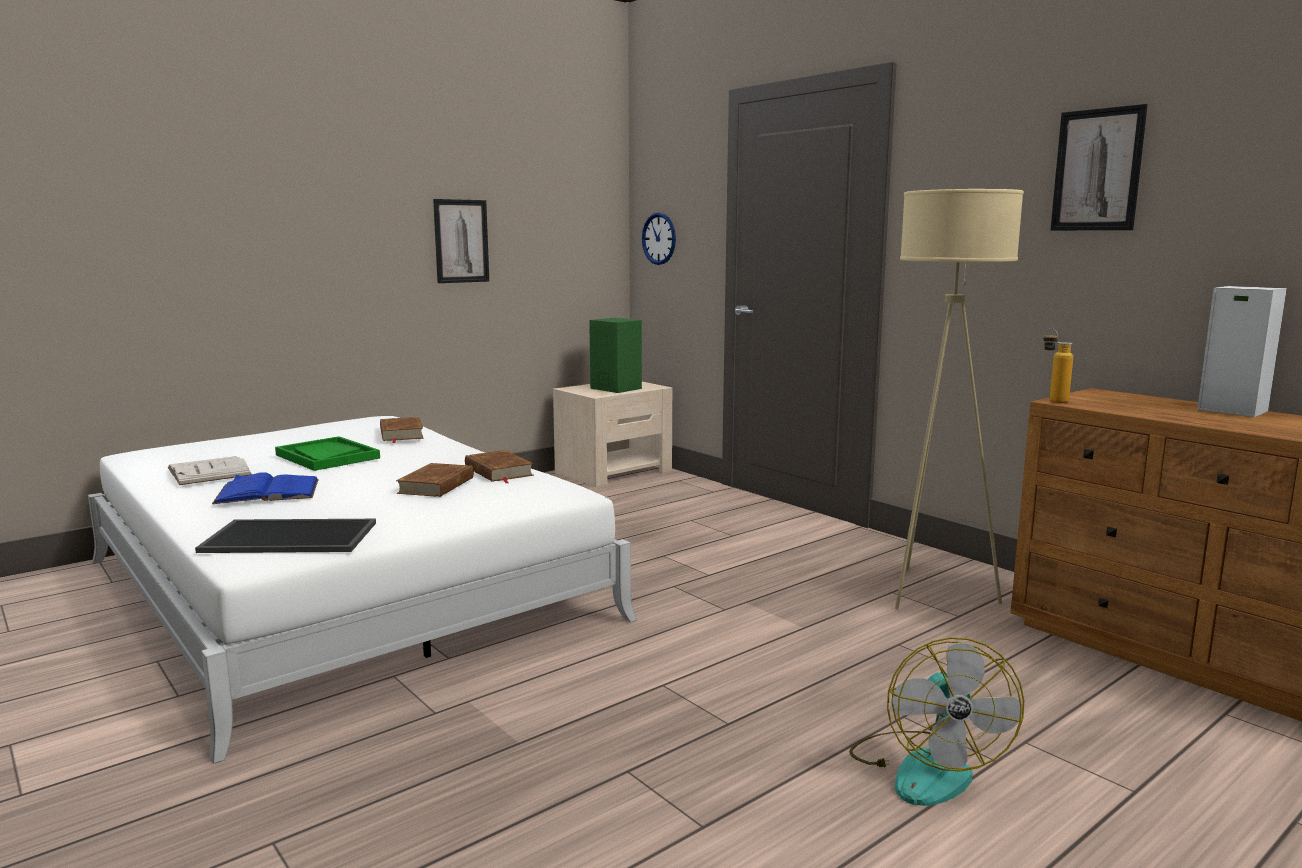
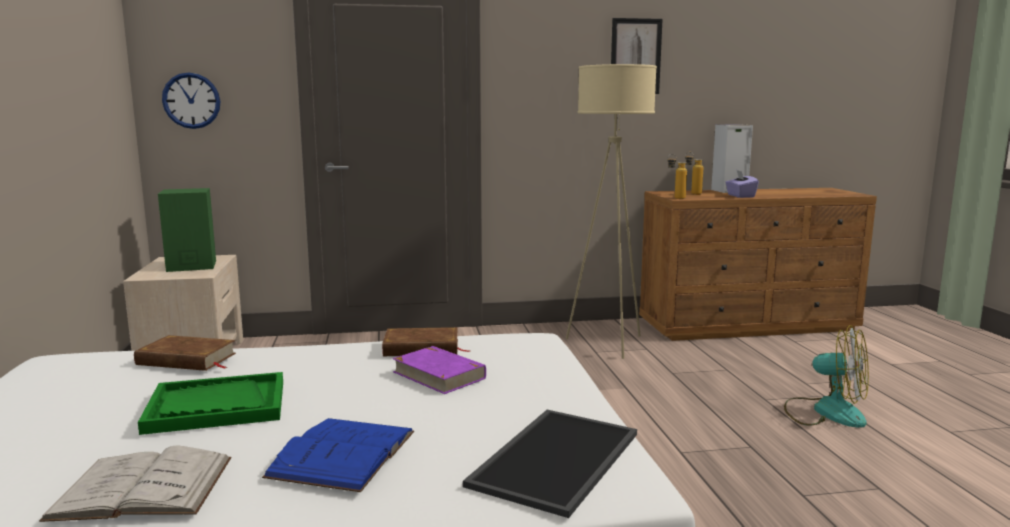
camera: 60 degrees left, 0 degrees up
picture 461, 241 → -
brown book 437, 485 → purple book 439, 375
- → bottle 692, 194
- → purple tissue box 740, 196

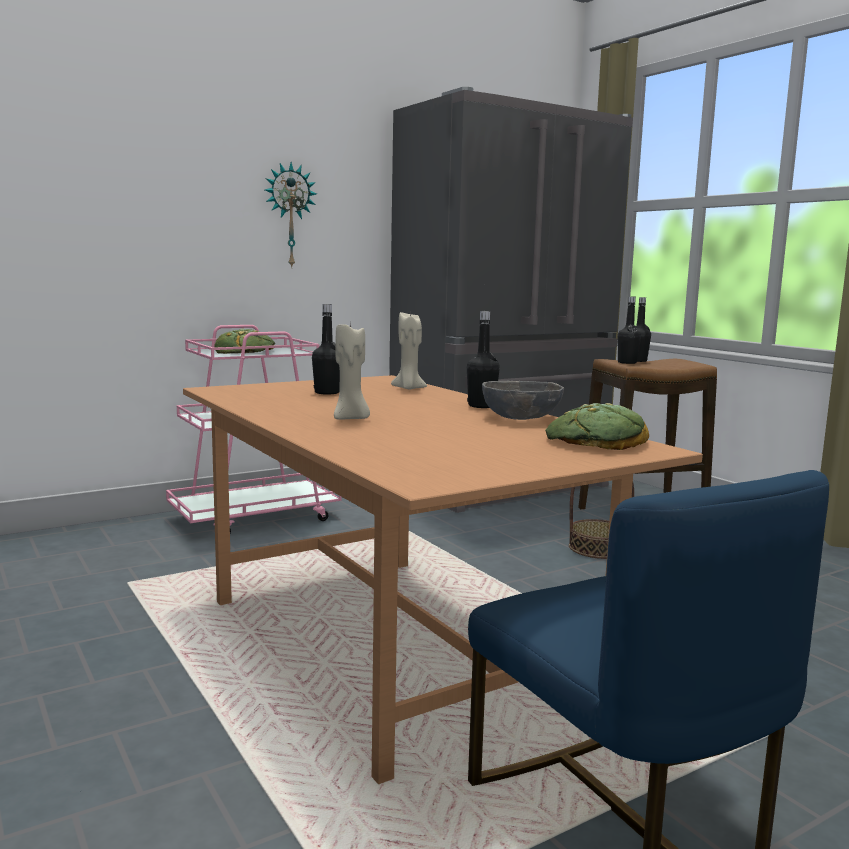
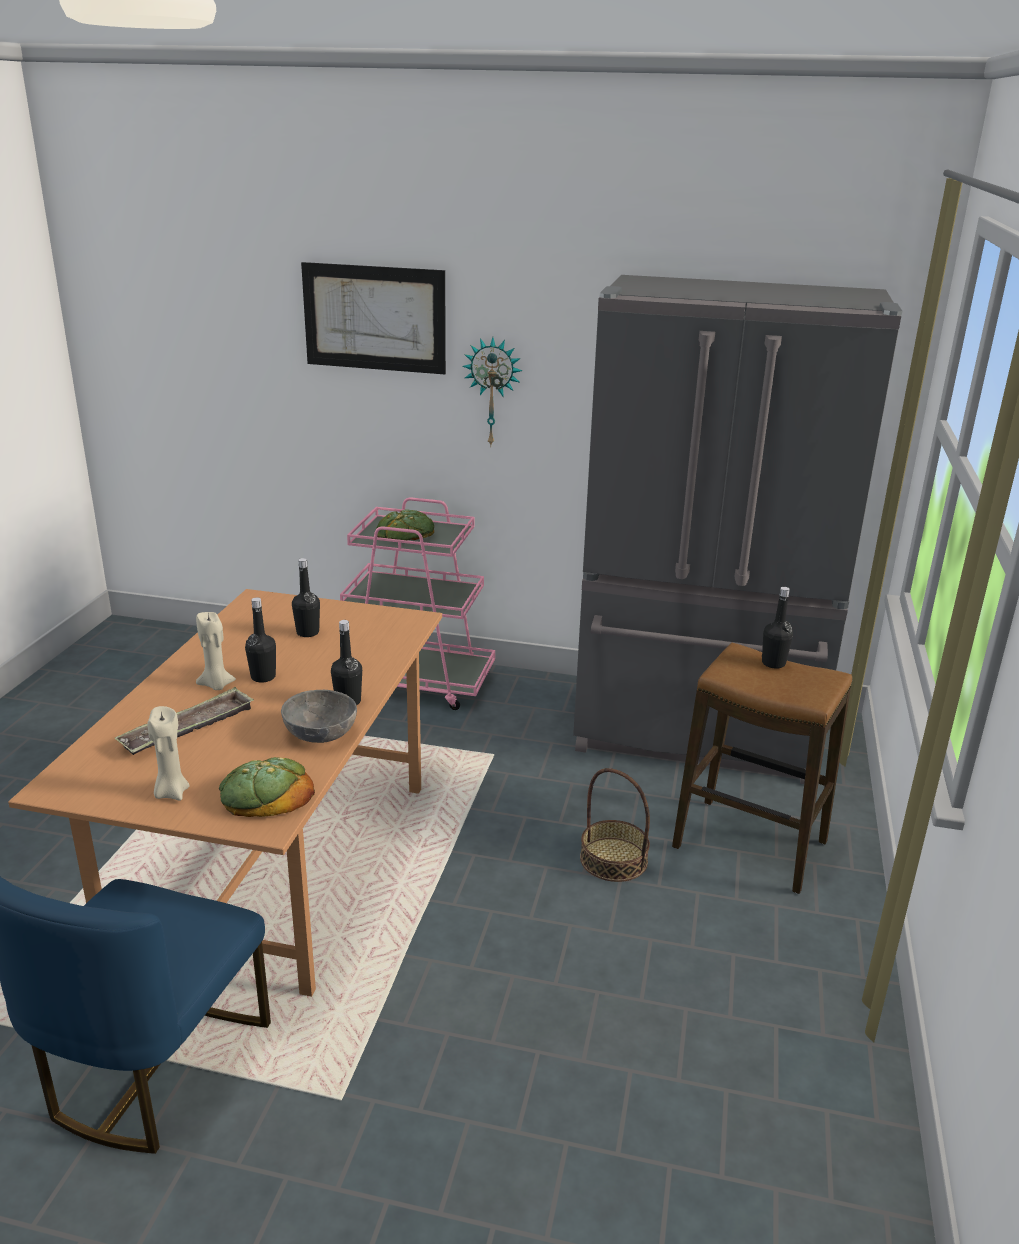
camera: 45 degrees right, 15 degrees up
black bottle 627, 362 → black bottle 263, 677, moved
beige candle 408, 389 → beige candle 171, 792, moved
- → picture 374, 318
- → tray 188, 728

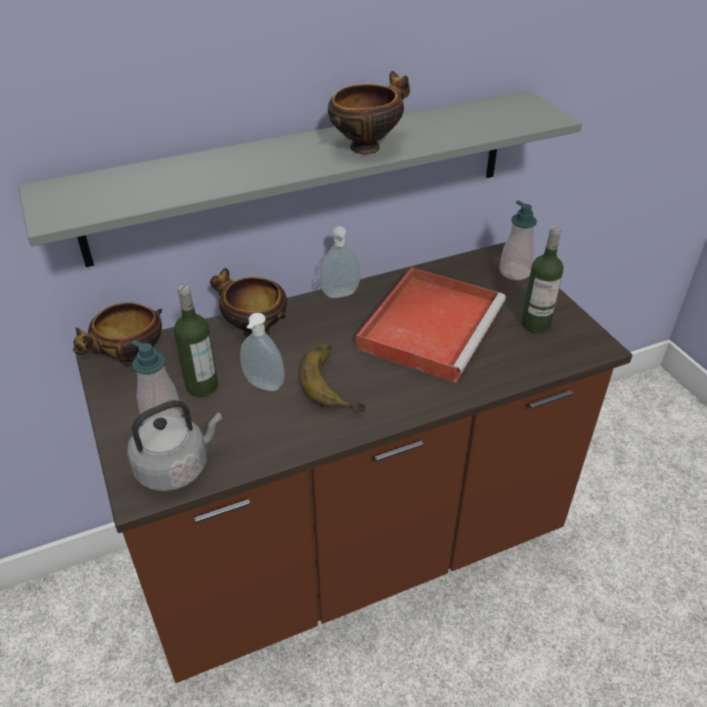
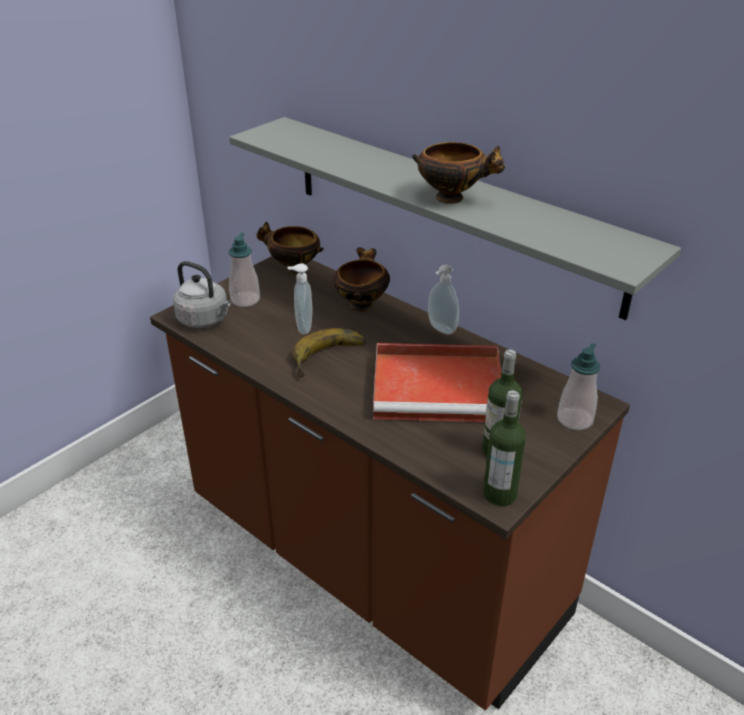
camera: 65 degrees right, 5 degrees down
bottle 202, 386 → bottle 499, 494, moved

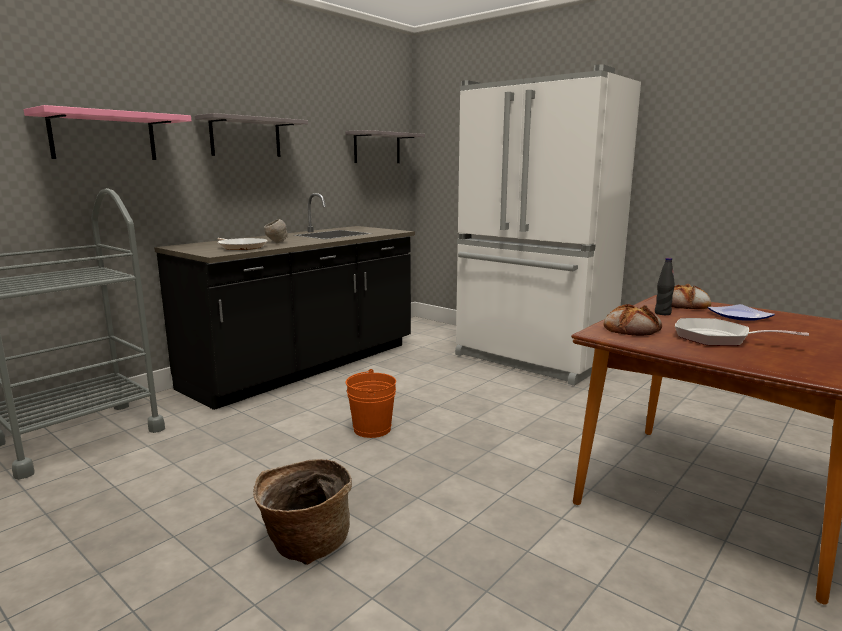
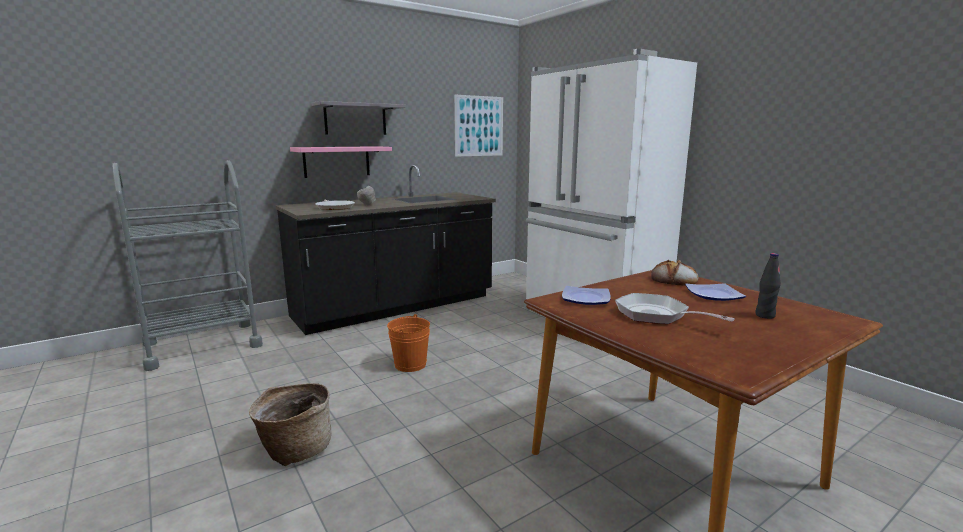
camera: 15 degrees right, 0 degrees up
pink shelf 103, 136 → pink shelf 337, 161, moved
grey shelf 377, 148 → picture 479, 126
black bottle 662, 313 → black bottle 765, 315, moved
bread 632, 328 → plate 586, 298

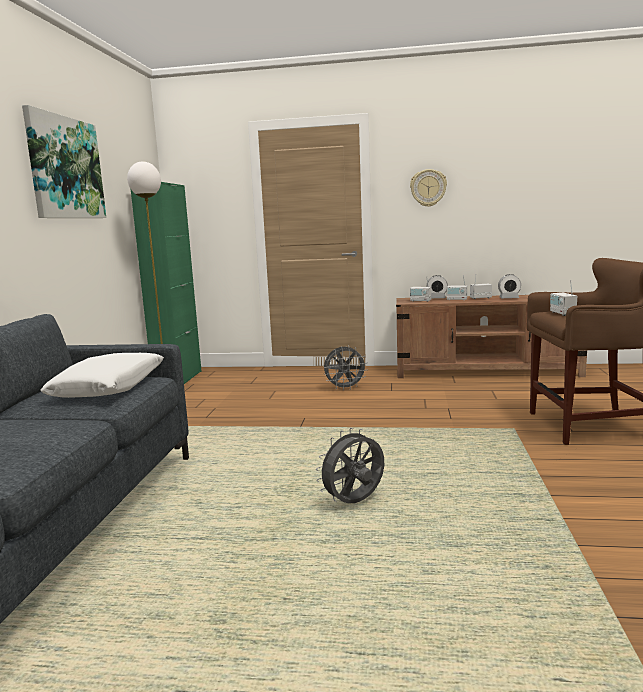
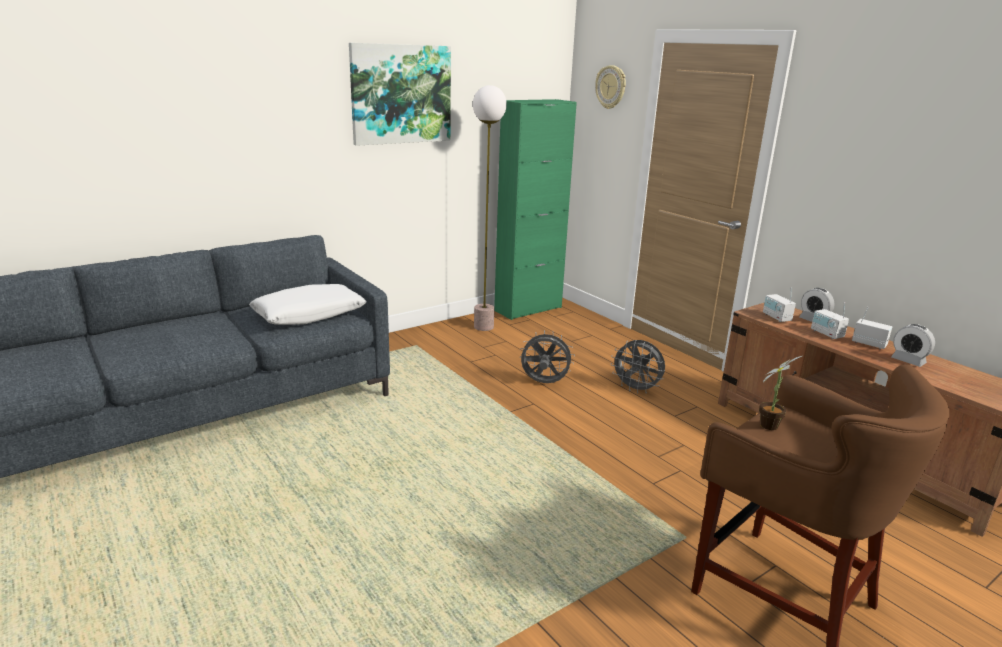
camera: 45 degrees right, 10 degrees up
wall clock 428, 188 → wall clock 611, 87, moved
radio 562, 313 → potted plant 770, 425
grey fan 354, 503 → grey fan 544, 383, moved

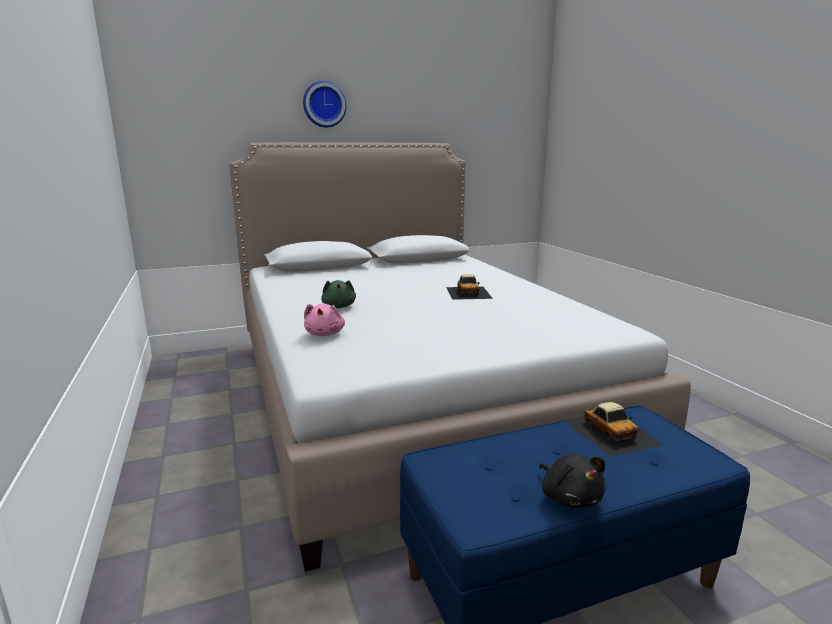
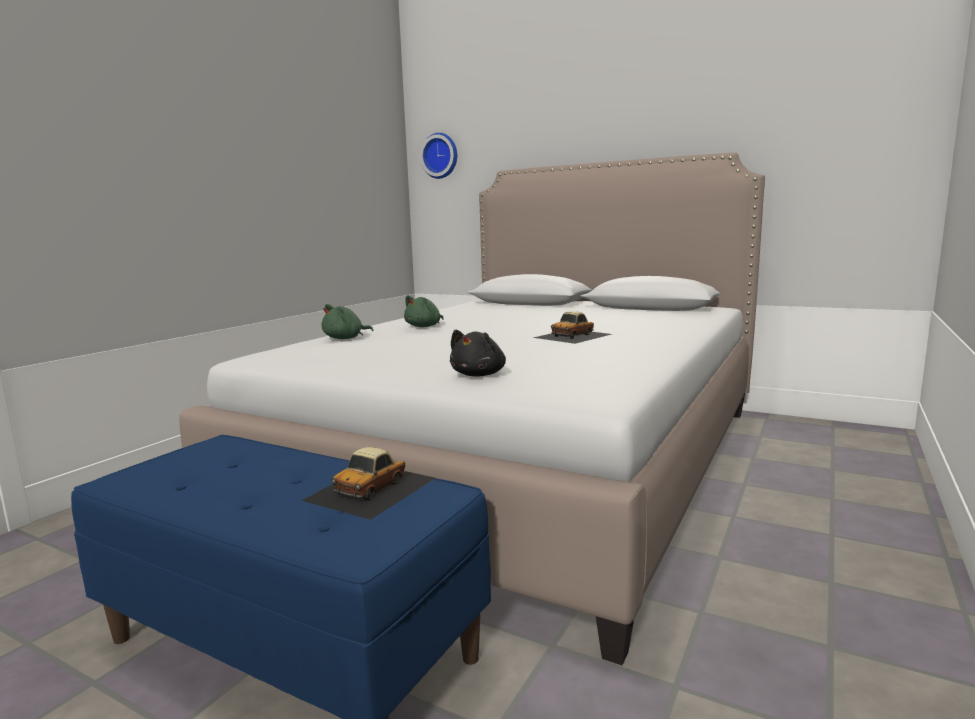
camera: 50 degrees right, 5 degrees down
wall clock 324, 104 → wall clock 441, 156, moved
pink plush toy 325, 334 → green plush toy 345, 338
black plush toy 570, 497 → black plush toy 479, 375, moved

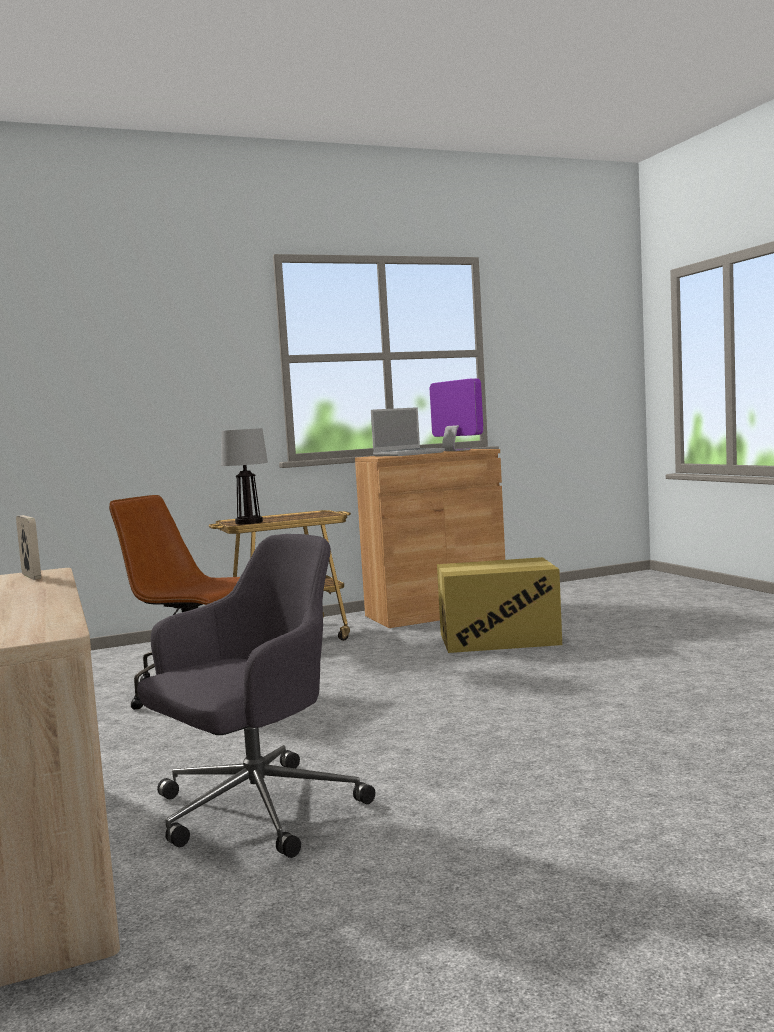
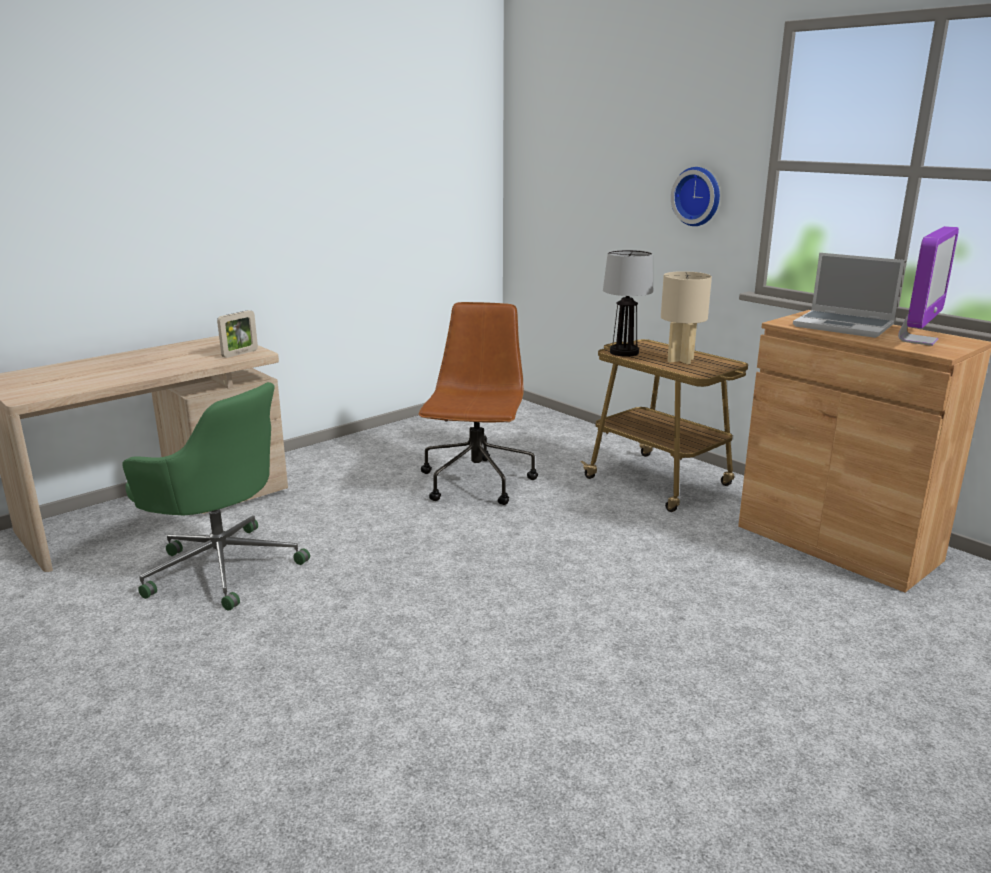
camera: 70 degrees right, 15 degrees up
grey office chair 254, 811 → green office chair 222, 567
cardboard box 499, 639 → -
- → wall clock 698, 196
- → beige table lamp 680, 360

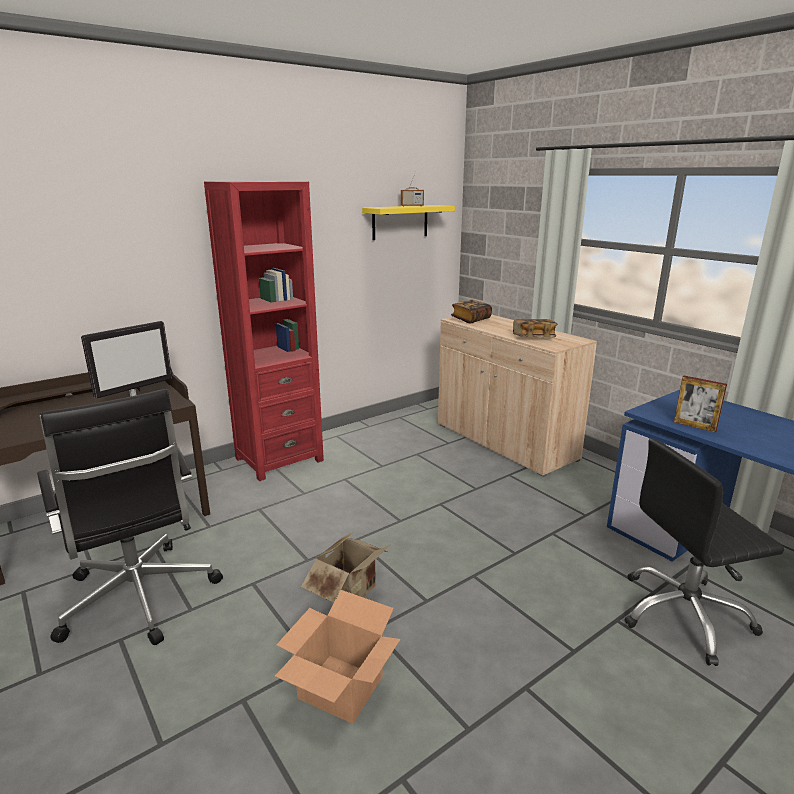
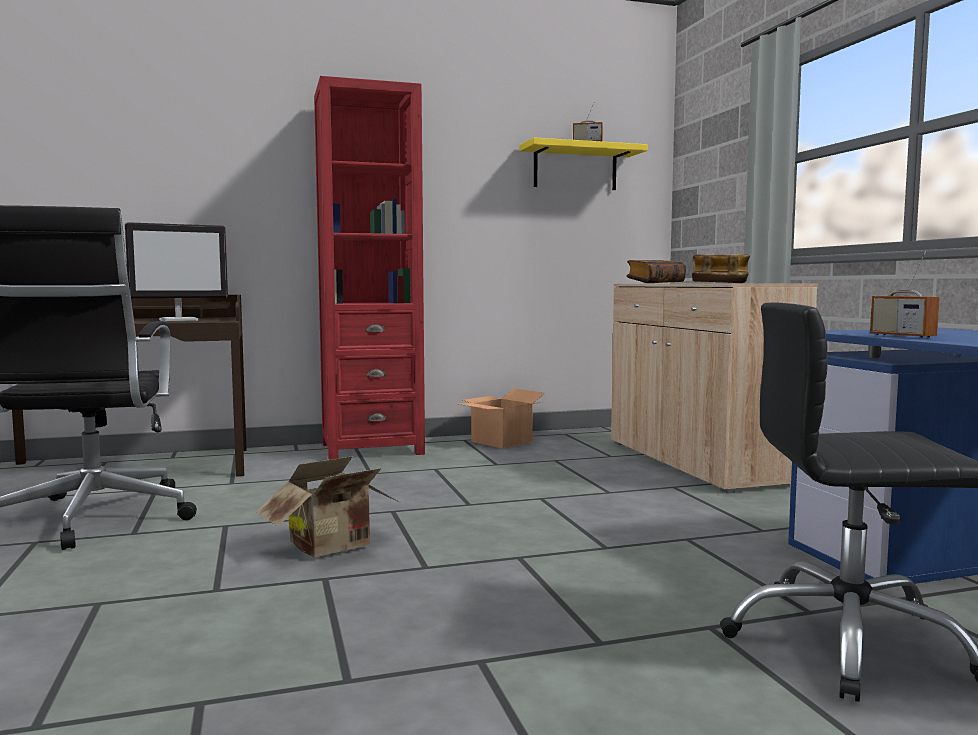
camera: 20 degrees right, 15 degrees down
picture frame 694, 426 → radio 902, 336
cardboard box 342, 687 → cardboard box 502, 442, moved

